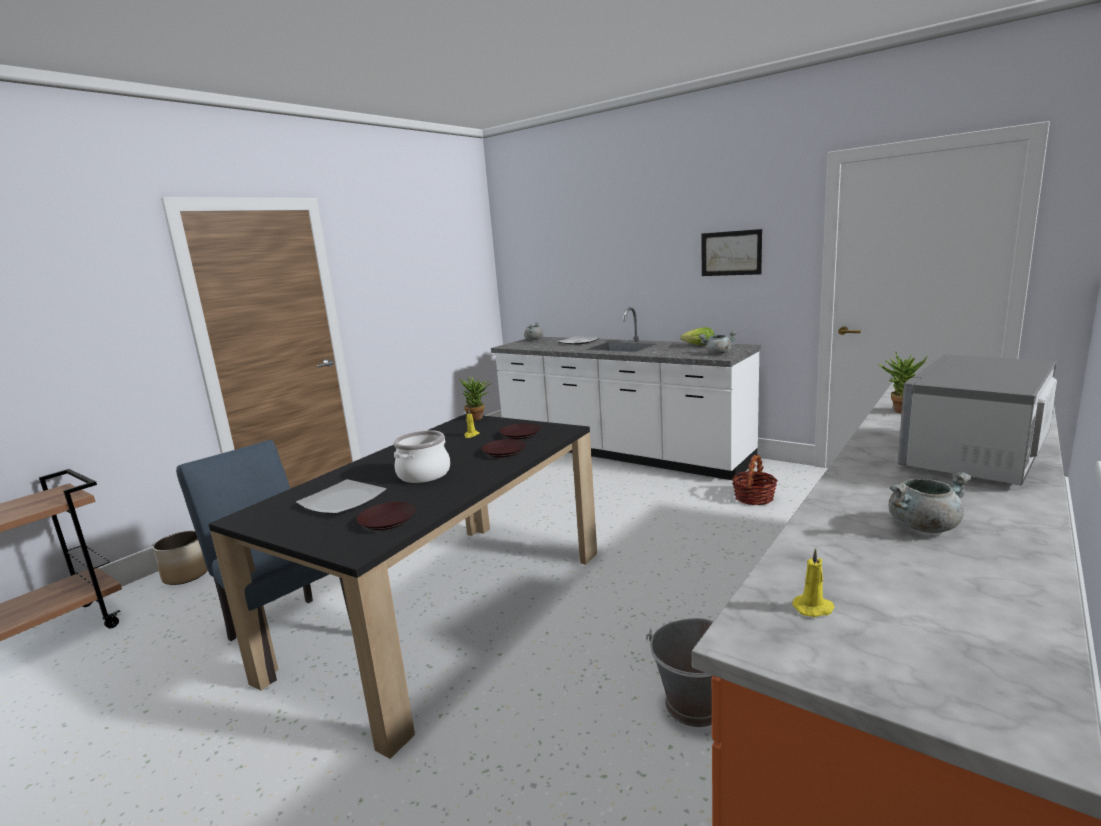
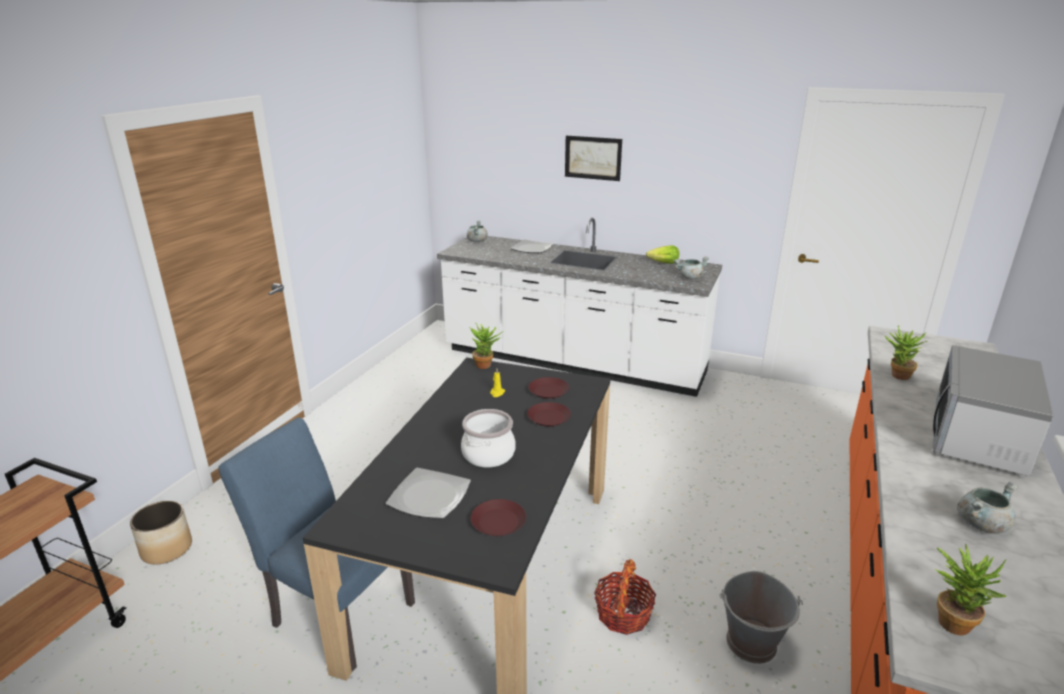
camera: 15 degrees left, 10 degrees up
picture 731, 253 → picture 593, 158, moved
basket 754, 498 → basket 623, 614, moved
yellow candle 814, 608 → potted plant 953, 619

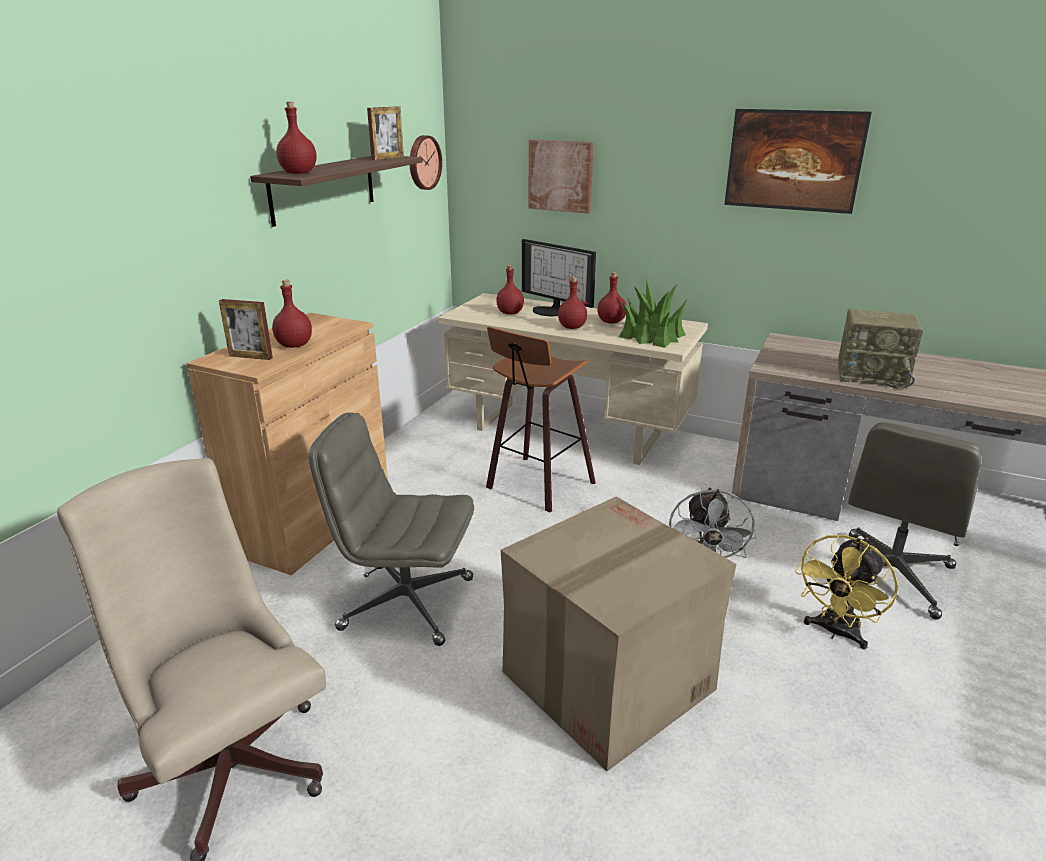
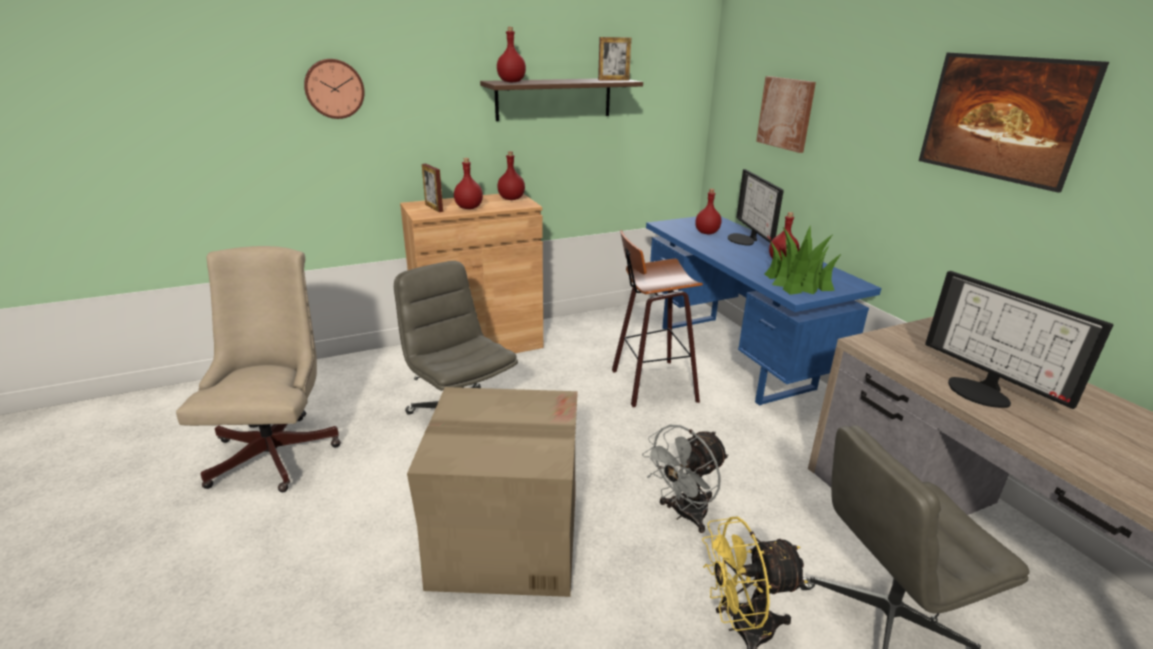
camera: 40 degrees right, 0 degrees up
wall clock 423, 162 → wall clock 334, 88, moved
red bottle 572, 327 → red bottle 511, 199, moved
beige desk 569, 432 → blue desk 734, 356
radio 872, 375 → monitor 982, 391

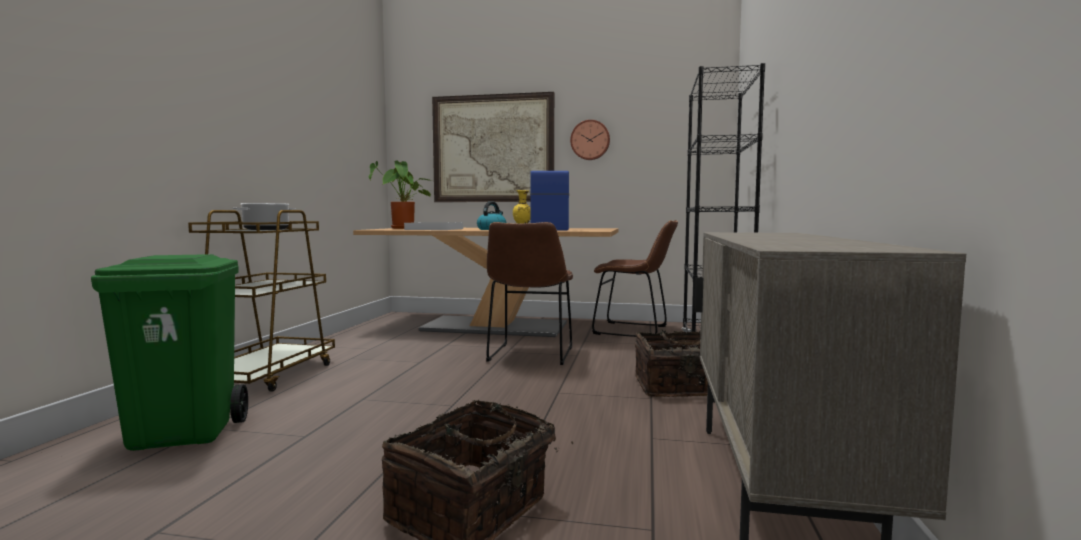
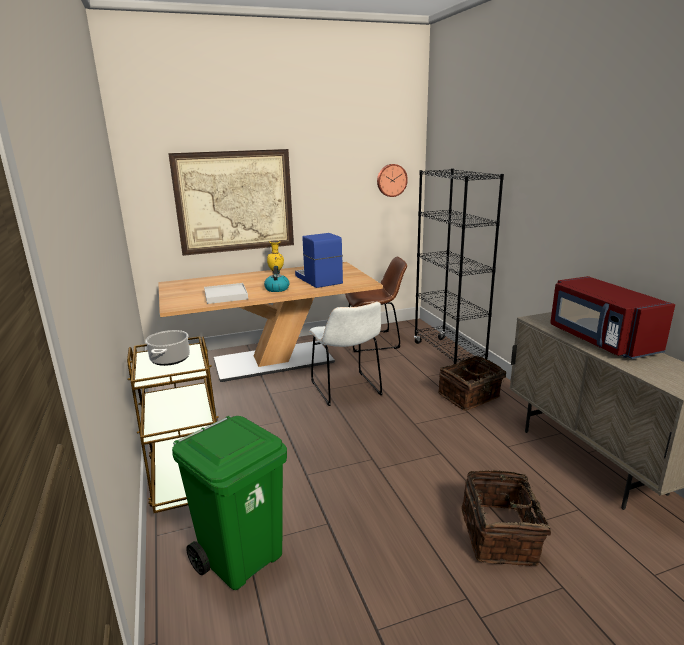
camera: 30 degrees left, 15 degrees up
wall clock 590, 140 → wall clock 391, 180, moved
potted plant 403, 228 → -
brown chair 530, 356 → white chair 347, 390
- → red microwave 600, 340

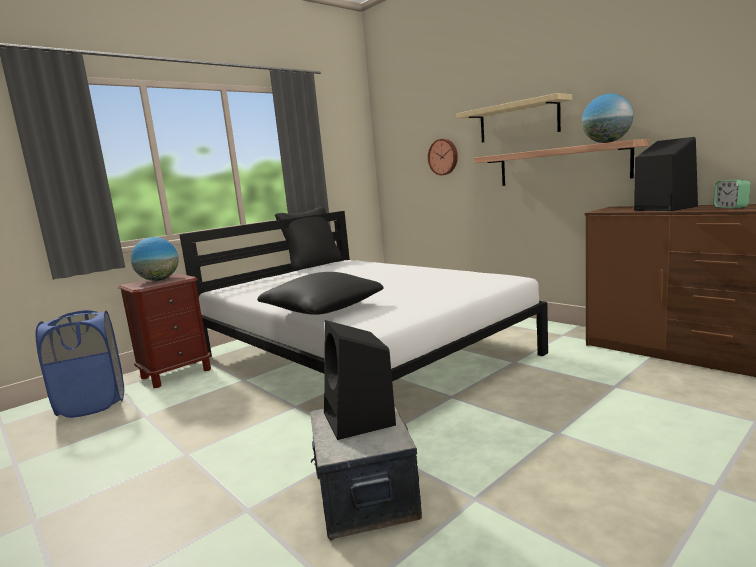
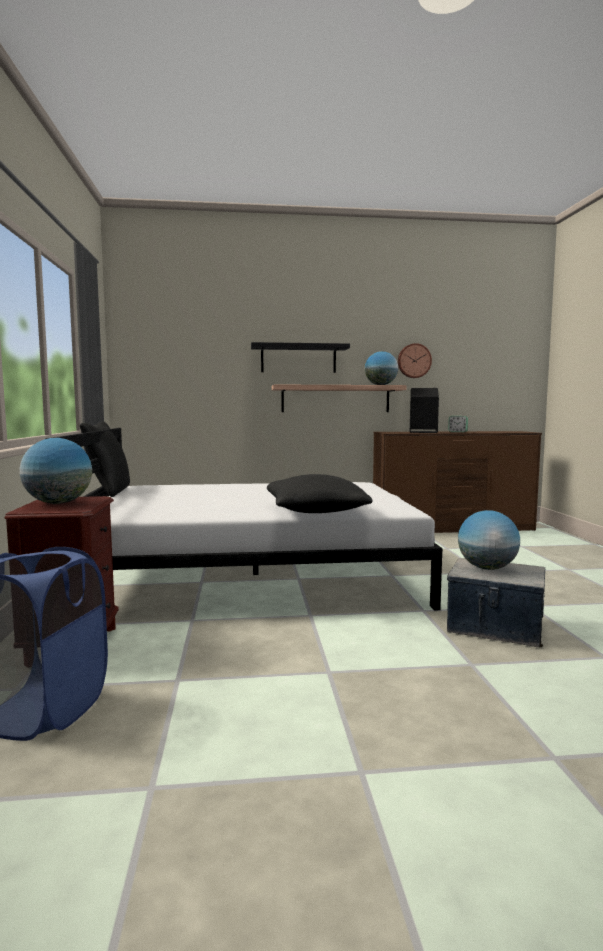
camera: 55 degrees left, 5 degrees down
beige shelf 518, 121 → black shelf 298, 359
wall clock 443, 157 → wall clock 414, 361, moved
black speaker 360, 420 → globe 487, 568

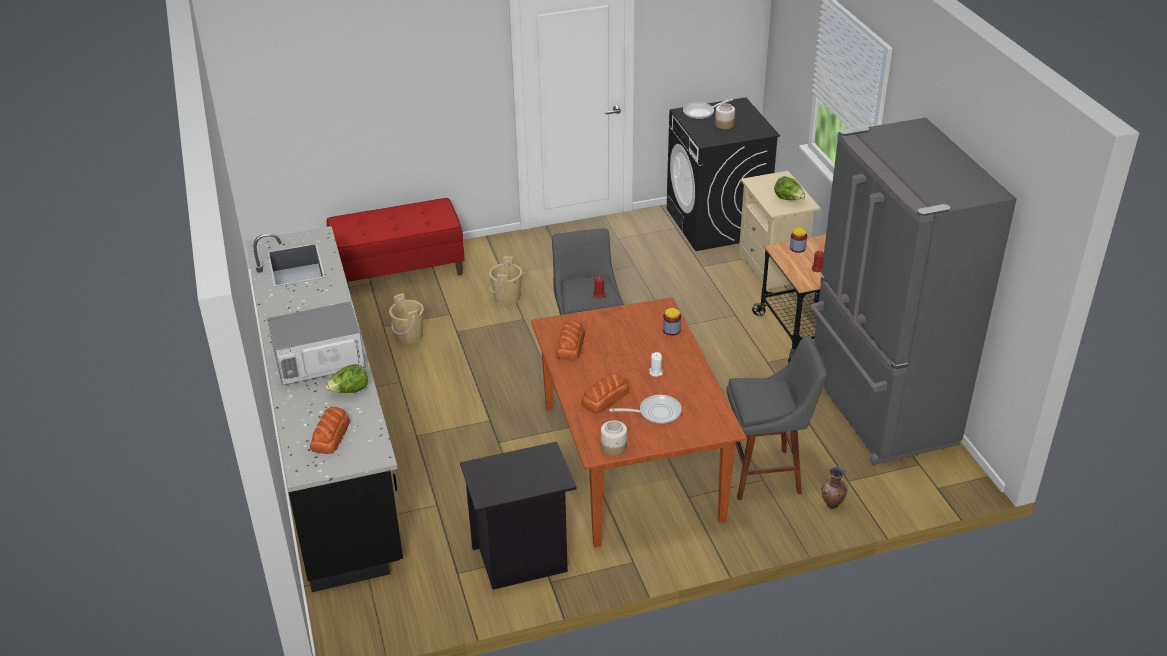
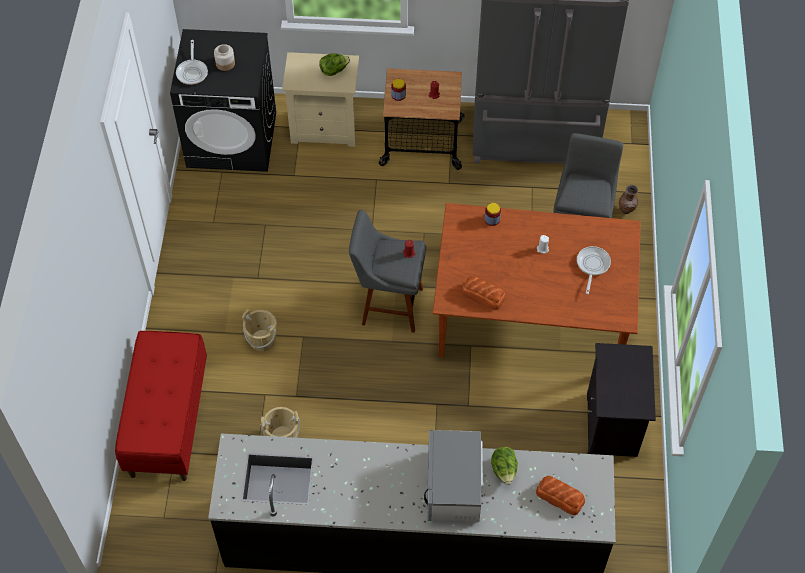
camera: 70 degrees left, 20 degrees up
bread 604, 398 → -
jar 614, 447 → -

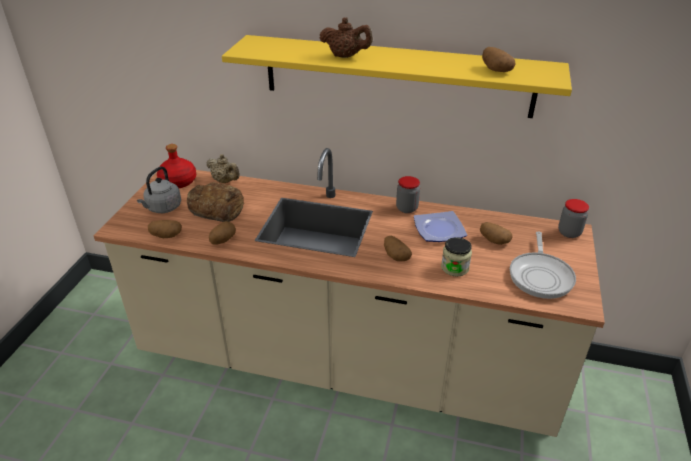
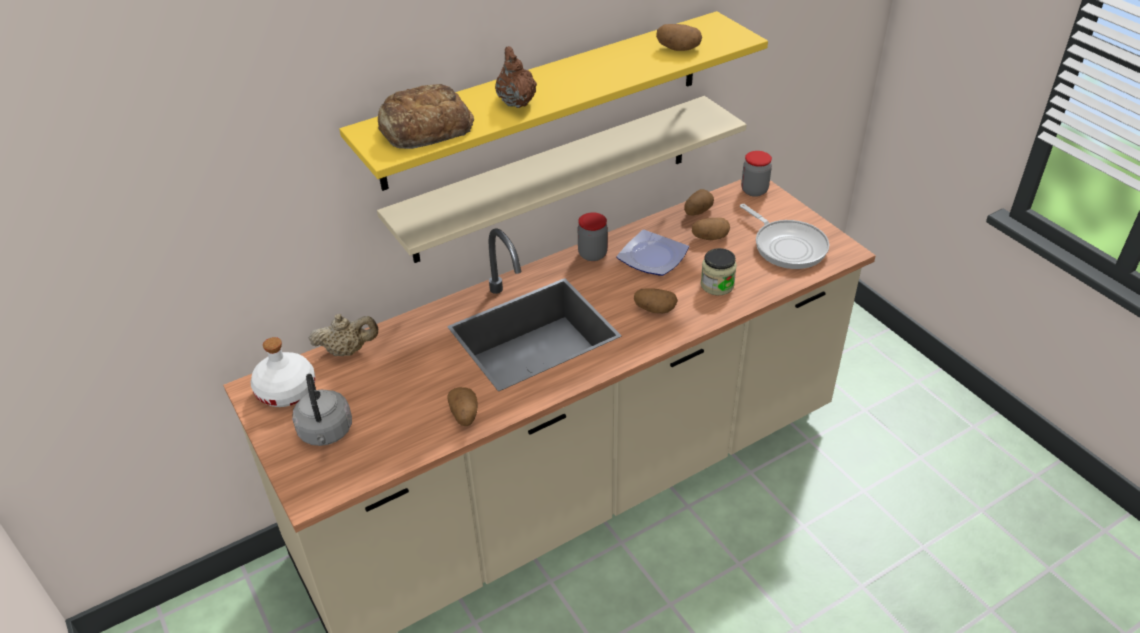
camera: 45 degrees left, 5 degrees up
brown teapot 346, 56 → brown teapot 516, 101, 75 degrees counterclockwise
red bottle 178, 182 → white bottle 287, 390
bread 216, 207 → bread 423, 128, moved
potato 166, 236 → potato 697, 211, moved
- → beige shelf 553, 179

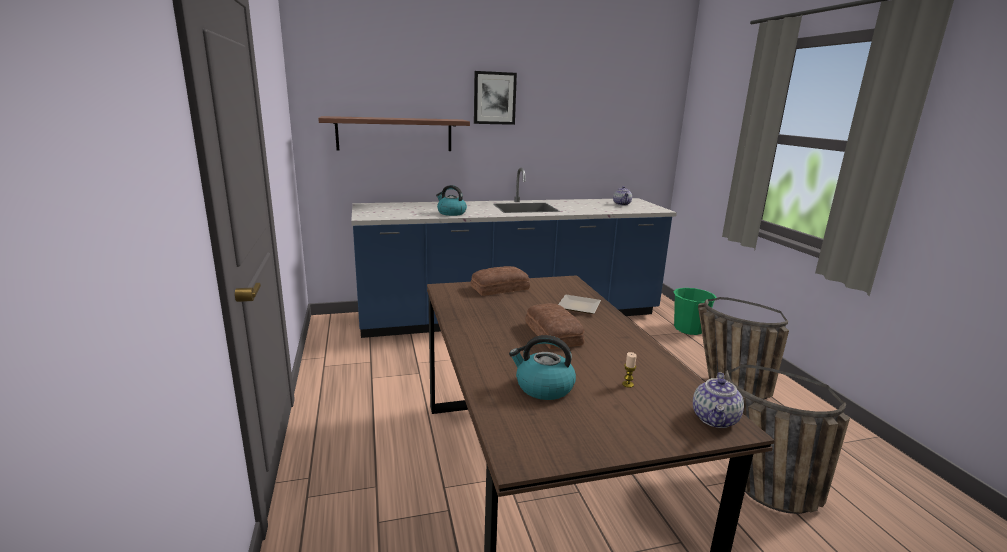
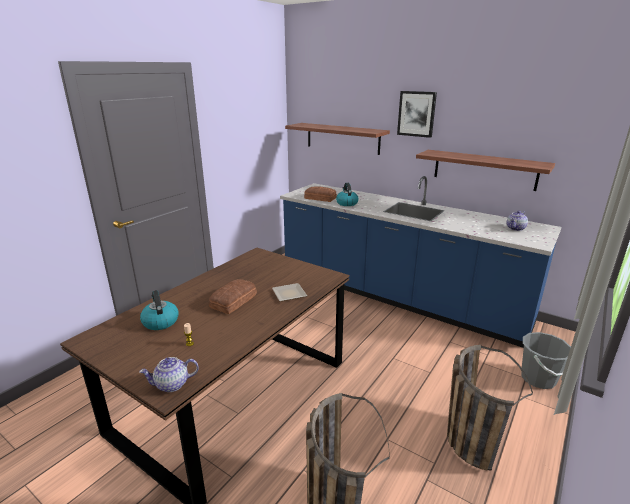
camera: 50 degrees right, 5 degrees up
bread 498, 288 → bread 320, 198, moved
green bucket 689, 329 → grey bucket 538, 378
- → shelf 484, 169

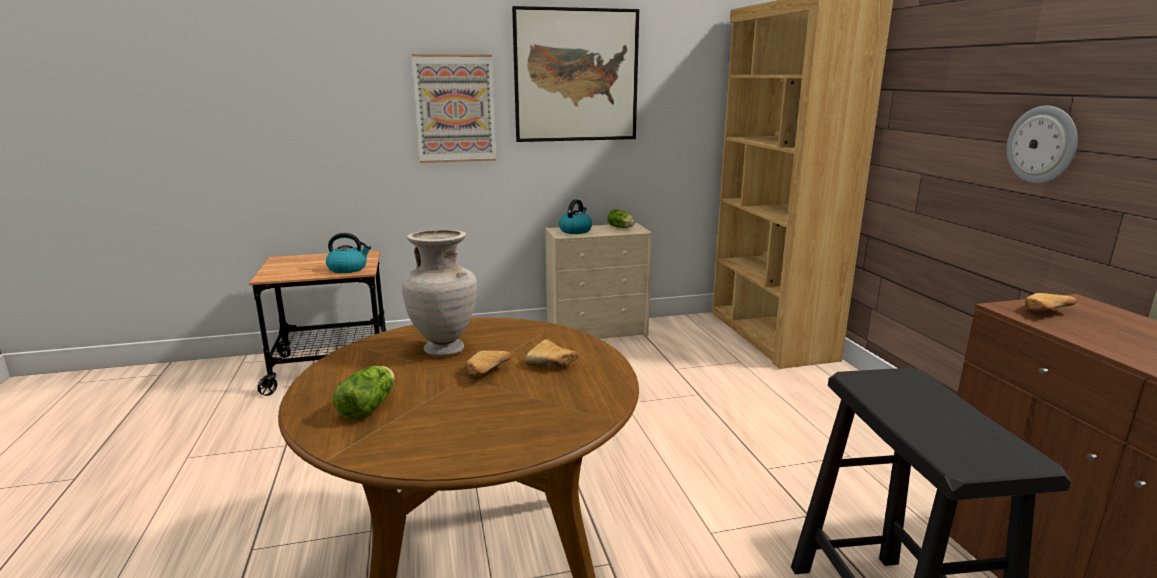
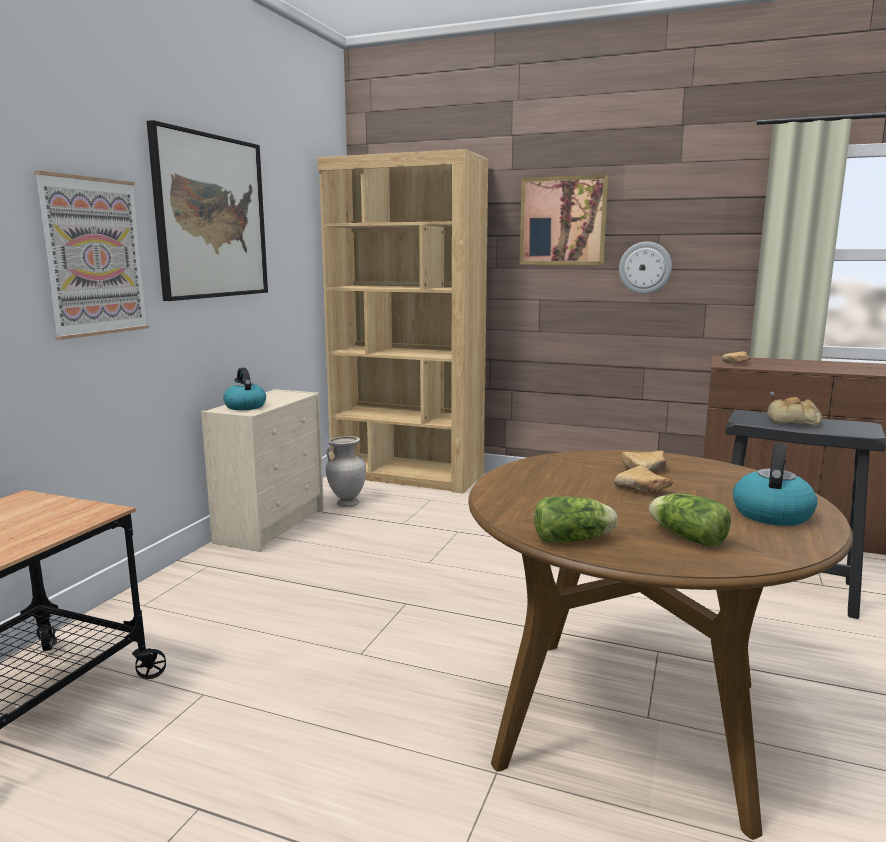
camera: 55 degrees left, 5 degrees down
lettuce 621, 228 → lettuce 575, 539, moved
beige vase 445, 349 → beige vase 347, 504, moved
kettle 348, 268 → kettle 771, 514, moved
- → picture 563, 221
- → bread 794, 420

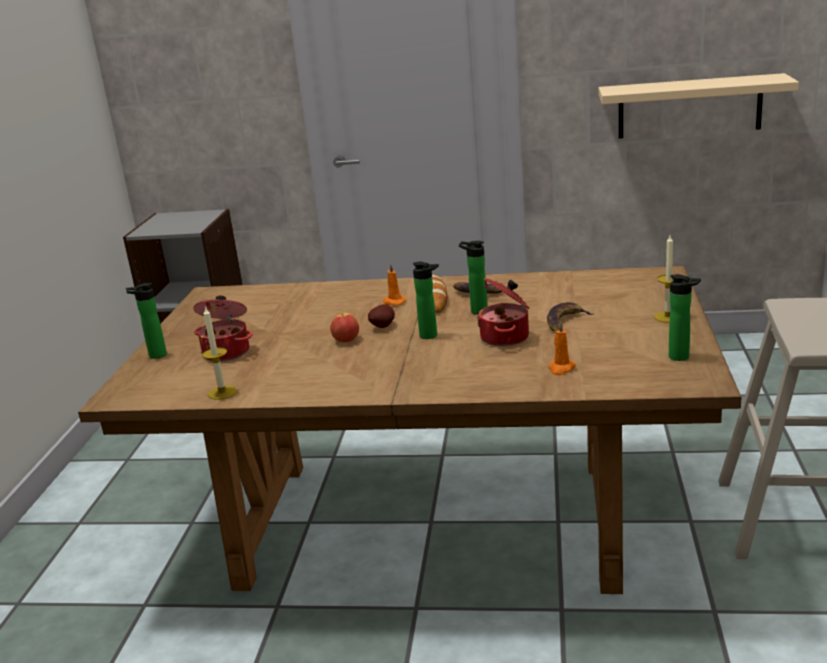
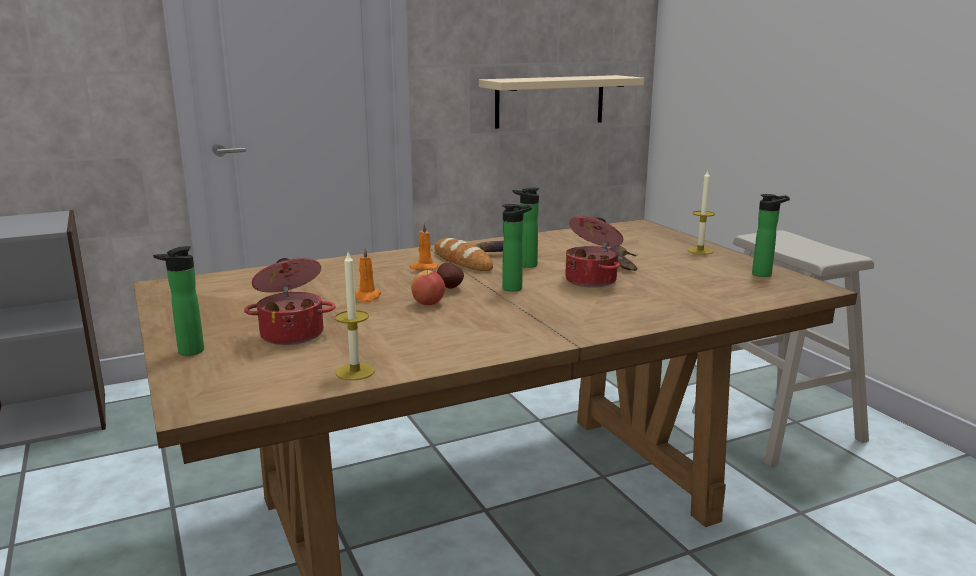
camera: 35 degrees left, 5 degrees down
orange candle 561, 368 → orange candle 367, 297, moved

